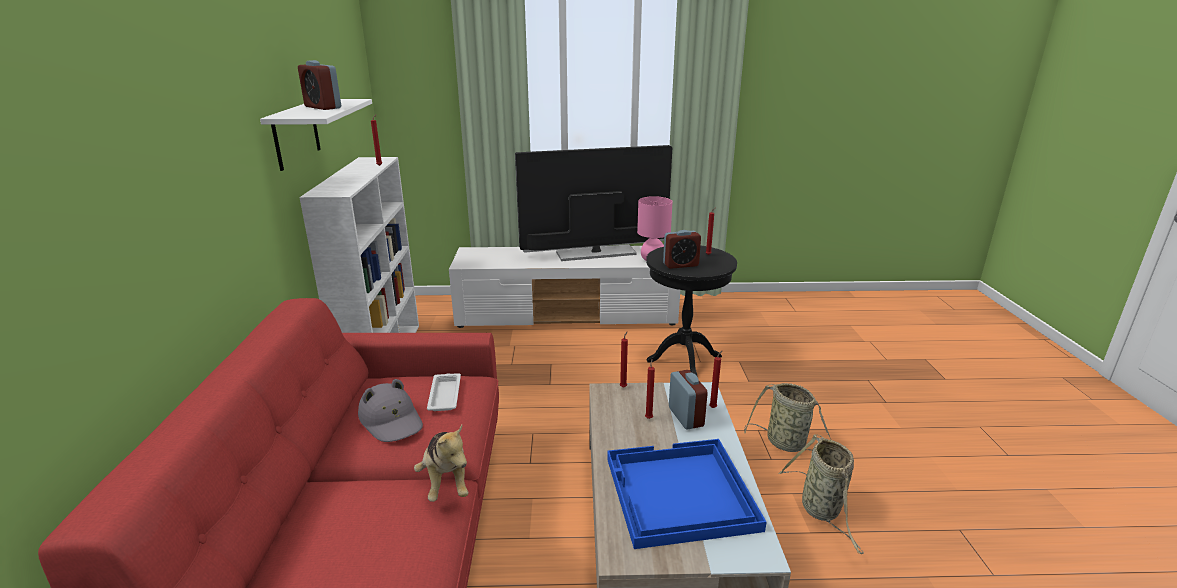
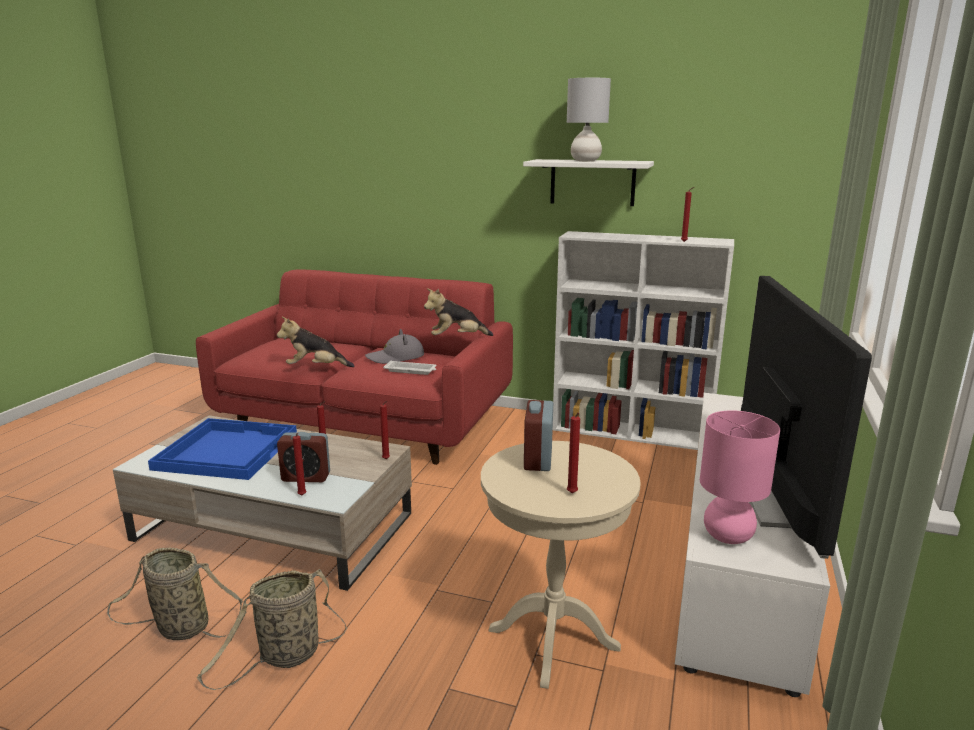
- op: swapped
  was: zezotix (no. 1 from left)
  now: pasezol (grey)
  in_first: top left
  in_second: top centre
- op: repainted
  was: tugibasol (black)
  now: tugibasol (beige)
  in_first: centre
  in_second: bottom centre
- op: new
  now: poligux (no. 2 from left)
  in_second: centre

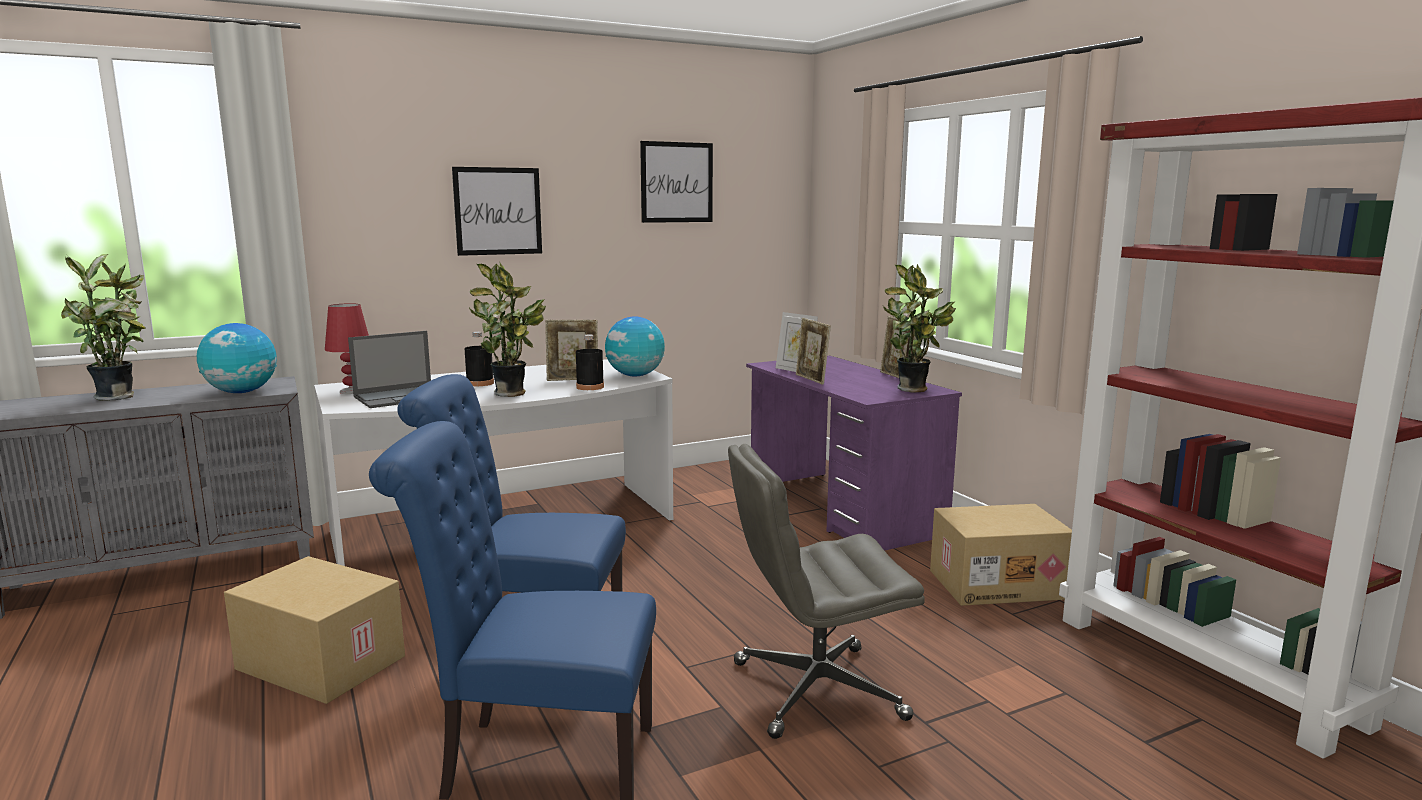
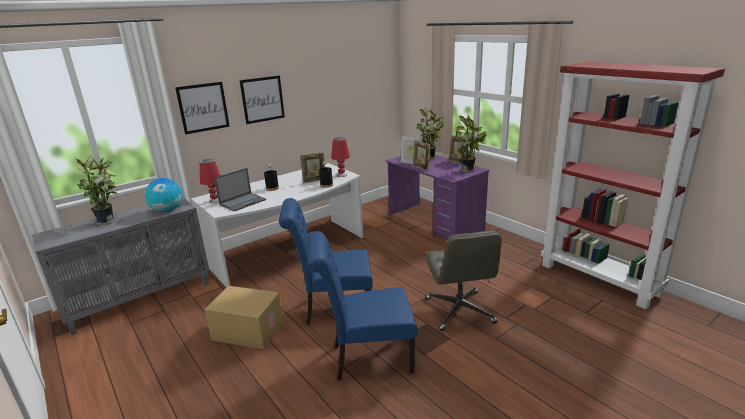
- op: shifted
  was: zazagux (no. 2 from left)
  in_first: centre
  in_second: top centre
- op: swapped
  was: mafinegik (no. 2 from left)
  now: pasezol (red) (no. 2 from left)
  in_first: centre
  in_second: centre
- op: shifted
  was: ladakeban (no. 2 from left in the first image)
  now: ladakeban (no. 1 from left)
  in_first: top centre
  in_second: top left
- op: rotated
  was: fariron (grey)
  in_first: bottom centre
  in_second: bottom centre
  clockwise: -75
- op: gone
  was: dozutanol (no. 2 from left)
  in_first: bottom right

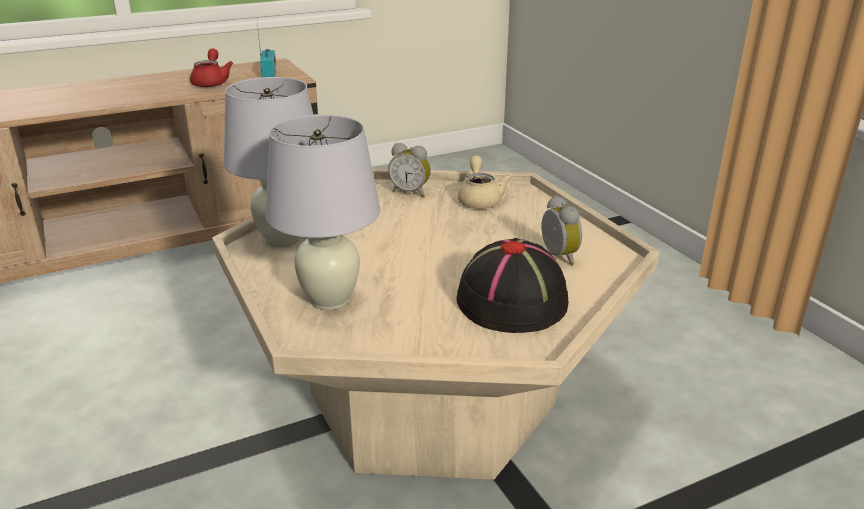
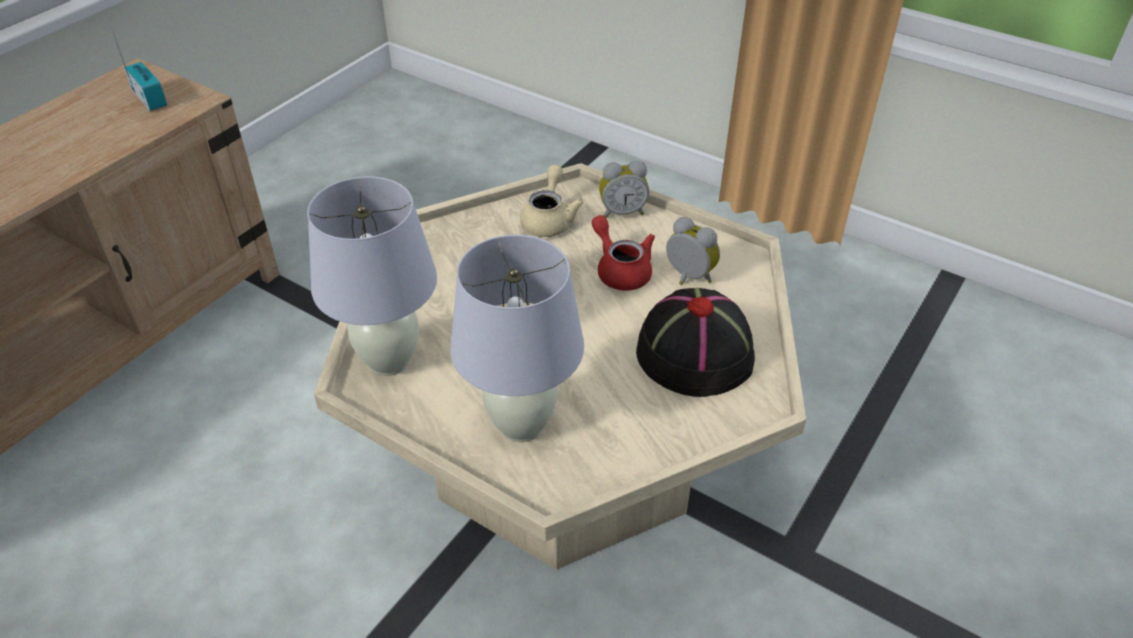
- op: shifted
  was: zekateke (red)
  in_first: top left
  in_second: centre
- op: shifted
  was: zezotix (no. 1 from left)
  in_first: centre
  in_second: top centre
- op: rotated
  was: zekateke (beige)
  in_first: centre
  in_second: top centre
  clockwise: 45

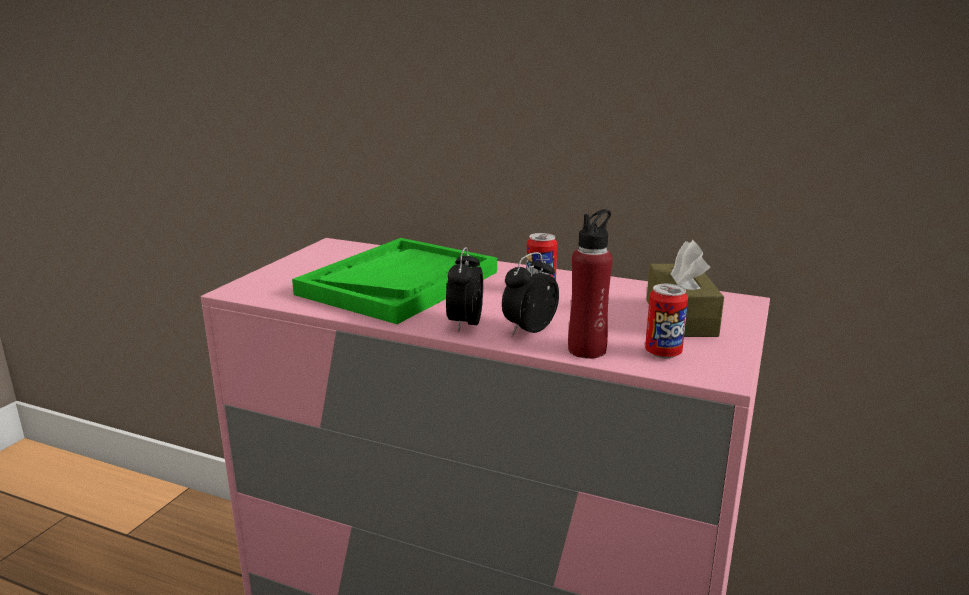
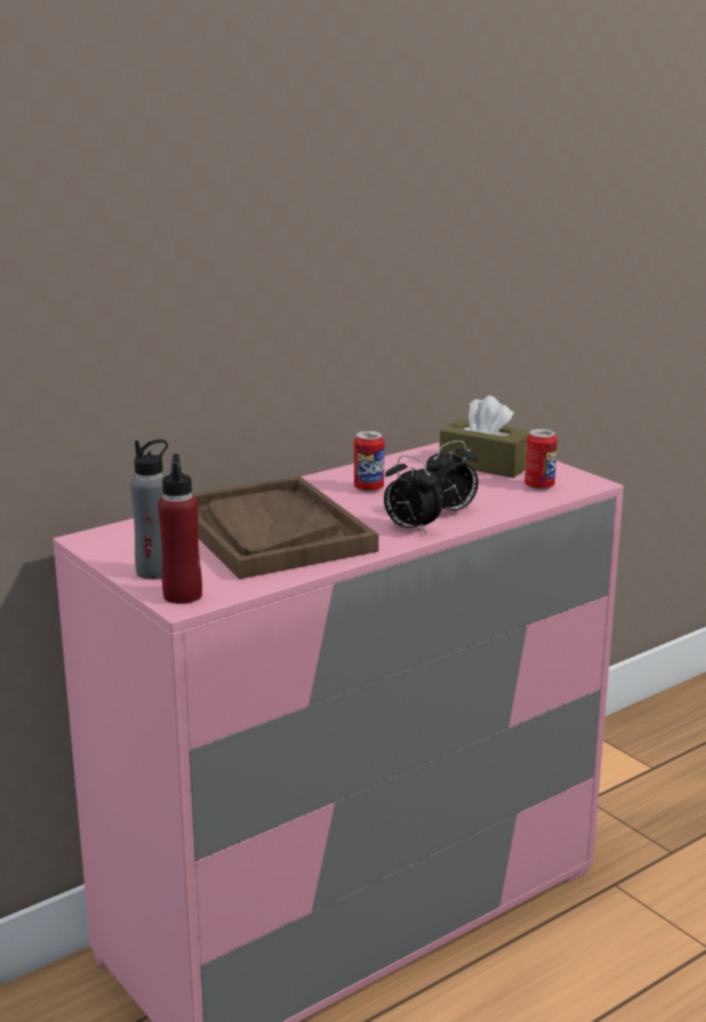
- op: repainted
  was: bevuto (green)
  now: bevuto (brown)
  in_first: centre
  in_second: centre
- op: rotated
  was: zezotix (no. 2 from left)
  in_first: centre
  in_second: centre
  clockwise: -105
- op: shifted
  was: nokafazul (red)
  in_first: centre
  in_second: middle left
- op: new
  now: nokafazul (grey)
  in_second: middle left

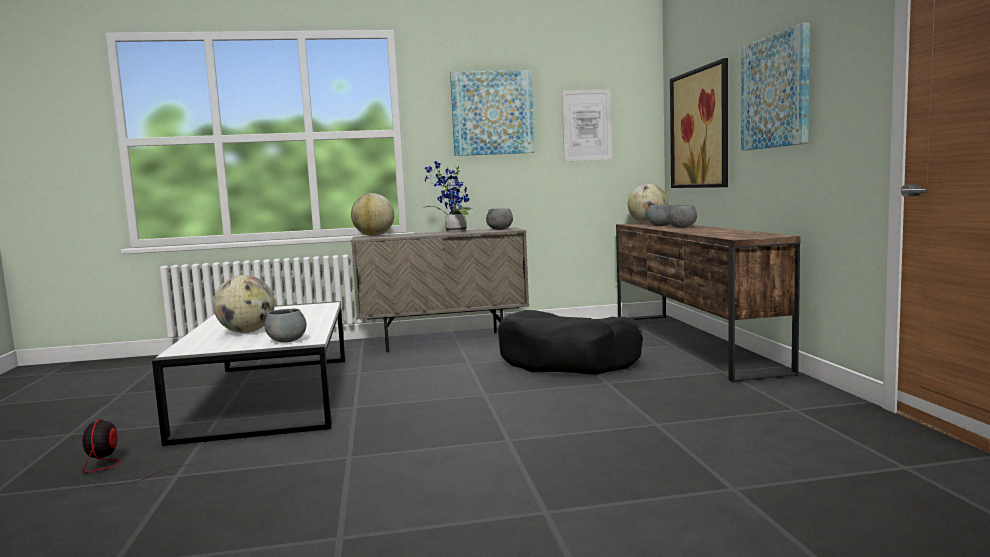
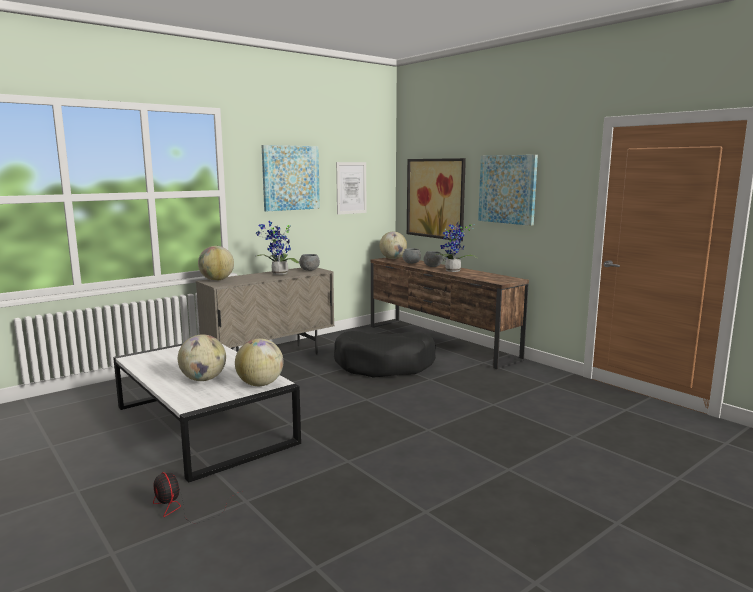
- op: swapped
  was: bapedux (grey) (no. 1 from left)
  now: mafinegik (no. 3 from left)
  in_first: middle left
  in_second: centre
- op: new
  now: zazagux (no. 2 from left)
  in_second: centre

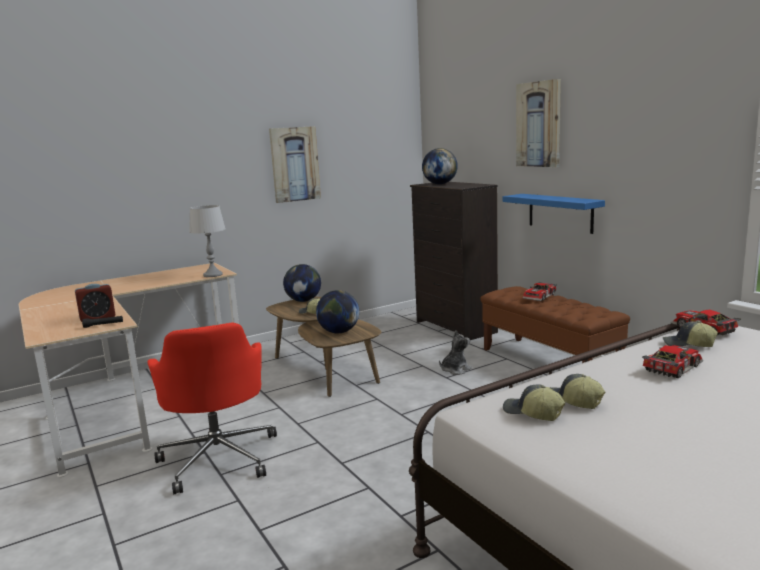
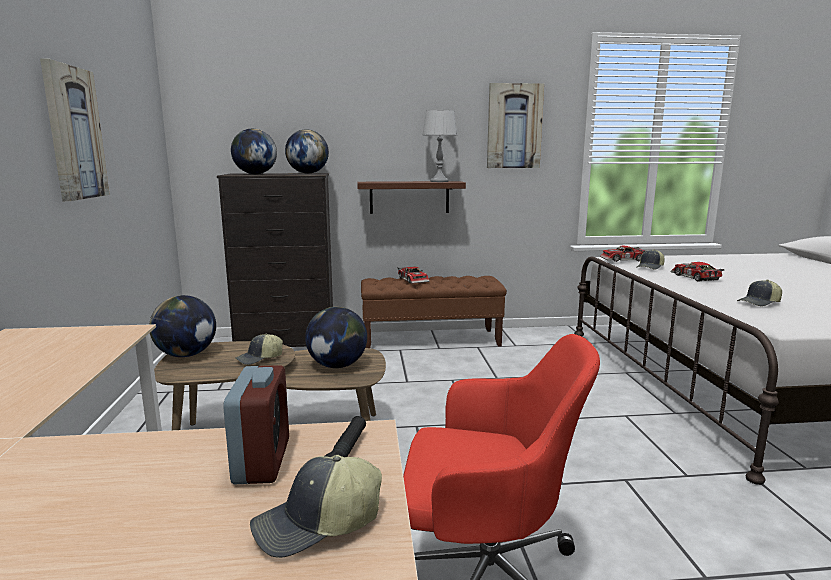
- op: shifted
  was: pasezol (grey)
  in_first: middle left
  in_second: top centre
- op: gone
  was: poligux
  in_first: centre
- op: repainted
  was: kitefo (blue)
  now: kitefo (brown)
  in_first: middle right
  in_second: centre
- op: shifted
  was: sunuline (no. 2 from left)
  in_first: bottom right
  in_second: bottom centre
- op: shifted
  was: ladakeban (no. 2 from left)
  in_first: top right
  in_second: top centre
- op: new
  now: mafinegik (no. 3 from left)
  in_second: top centre

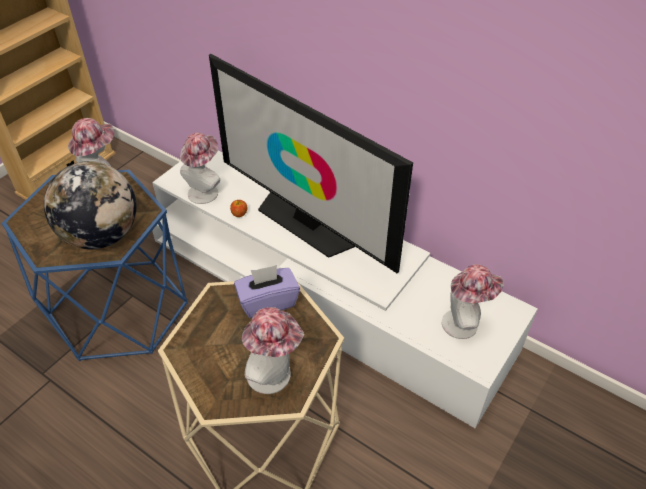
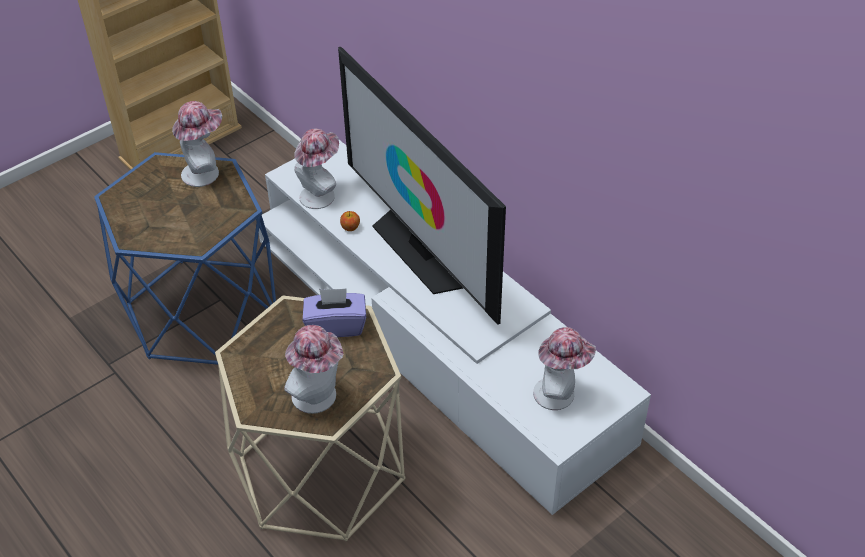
- op: gone
  was: mafinegik
  in_first: middle left

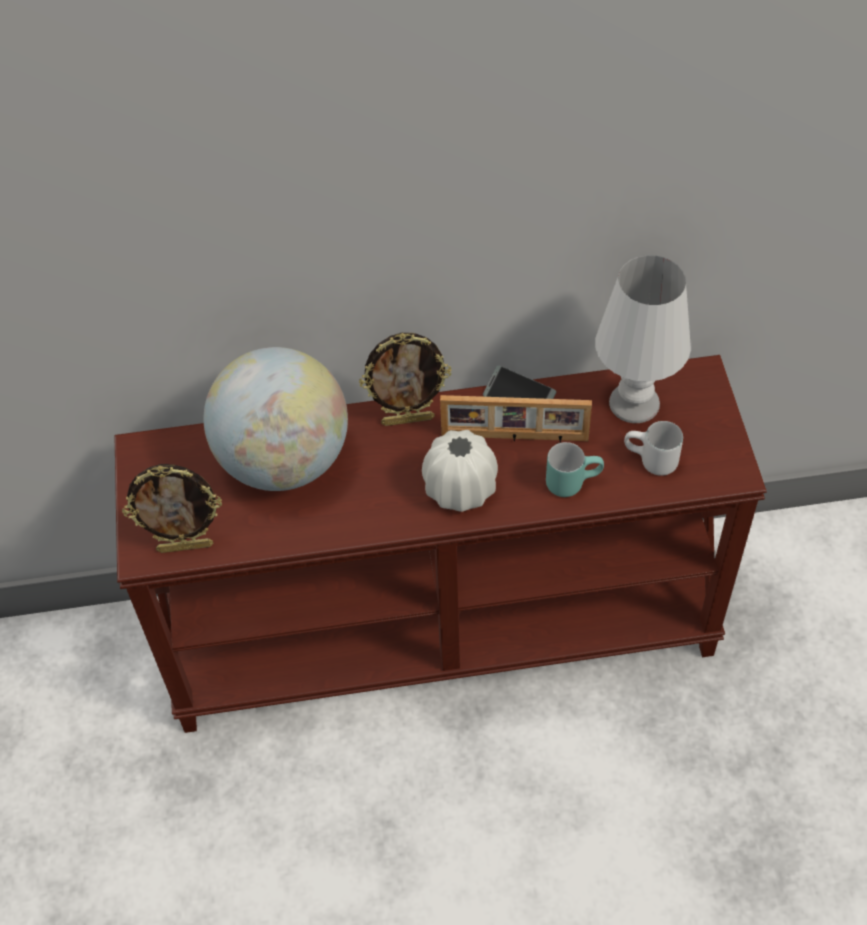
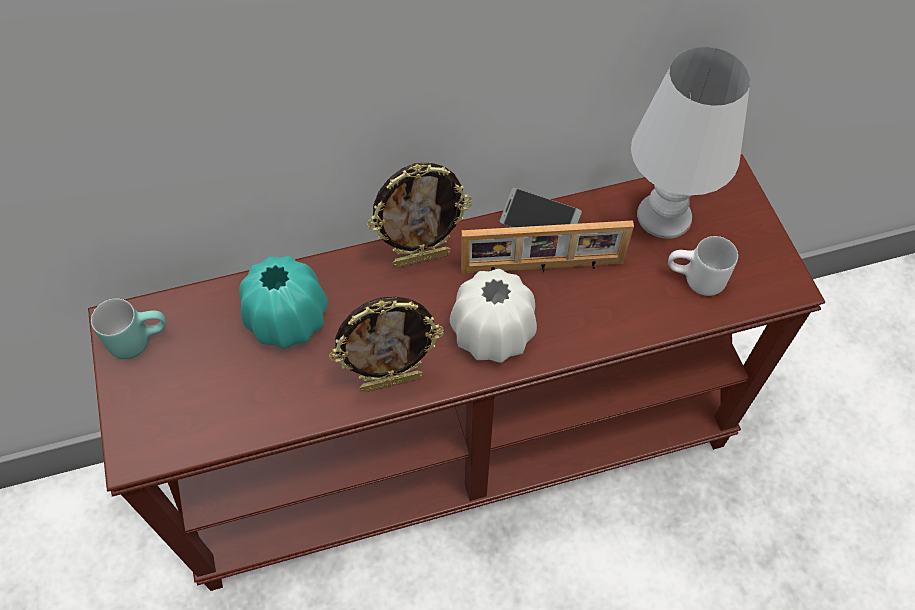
- op: shifted
  was: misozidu (no. 1 from left)
  in_first: middle left
  in_second: centre
- op: swapped
  was: mafinegik
  now: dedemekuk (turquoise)
  in_first: middle left
  in_second: middle left
- op: shifted
  was: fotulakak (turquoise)
  in_first: centre
  in_second: middle left

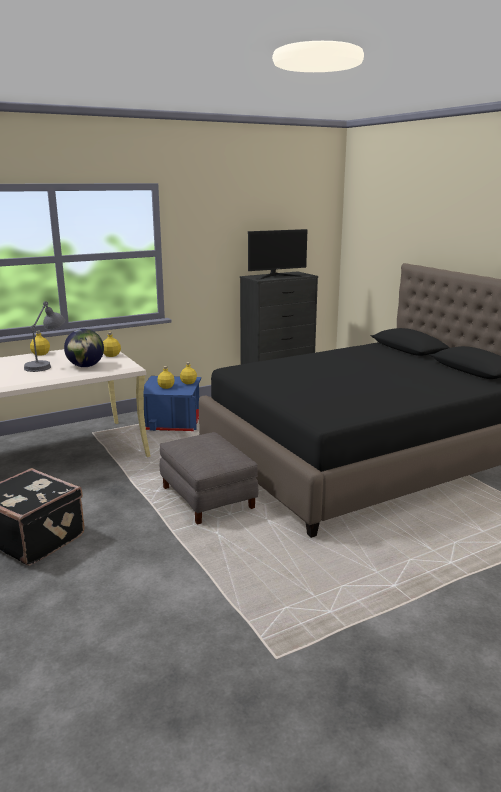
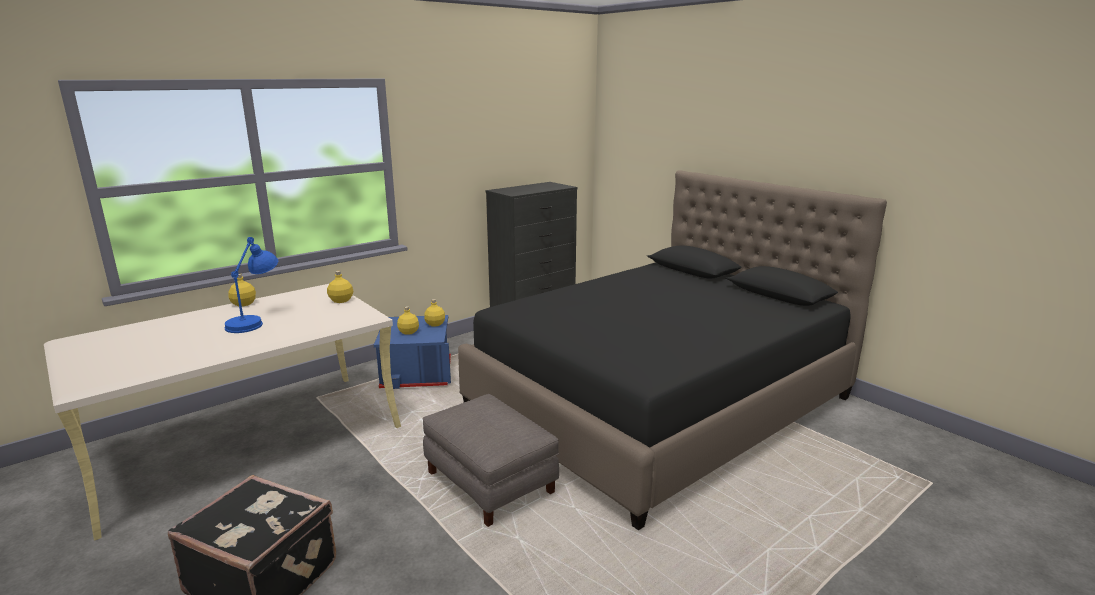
- op: repainted
  was: pasezol (grey)
  now: pasezol (blue)
  in_first: middle left
  in_second: middle left
- op: gone
  was: mafinegik
  in_first: middle left
- op: gone
  was: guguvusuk
  in_first: top centre

